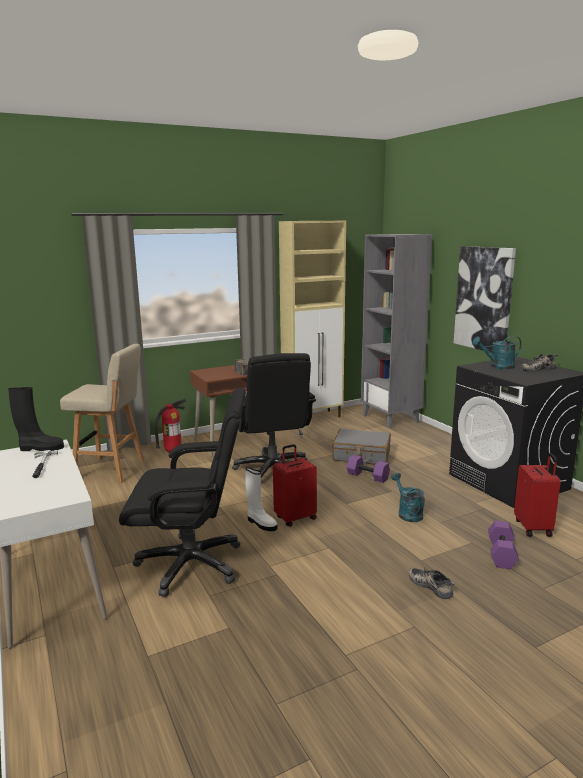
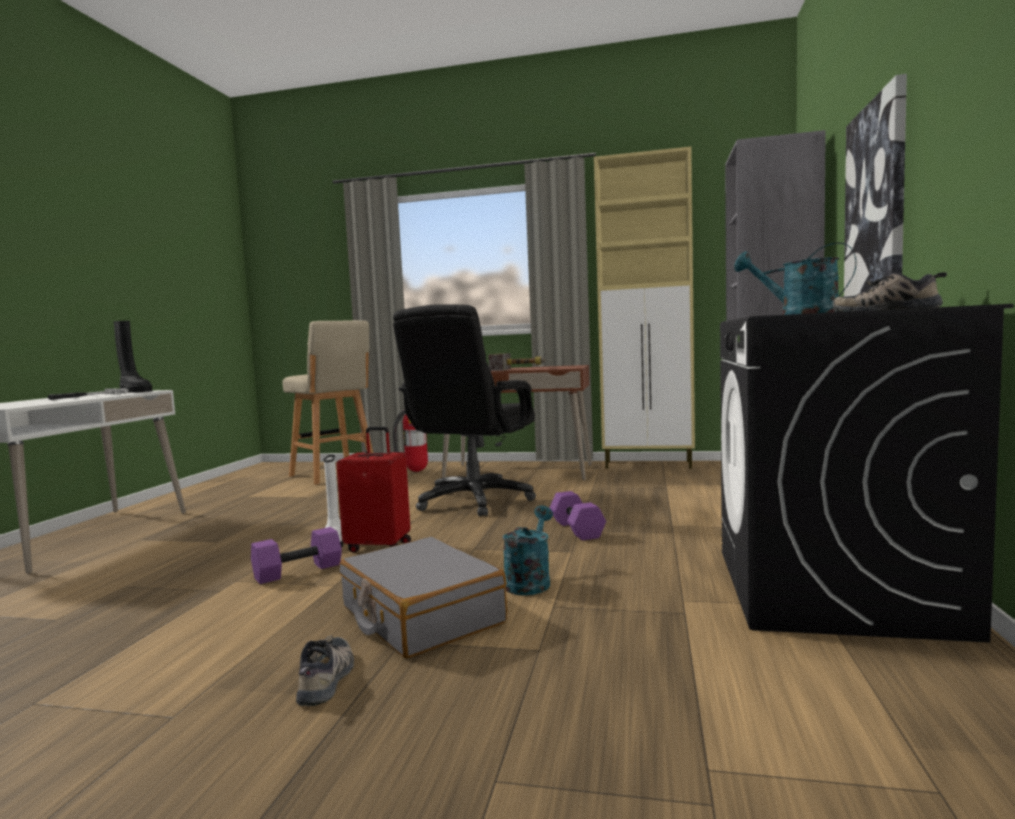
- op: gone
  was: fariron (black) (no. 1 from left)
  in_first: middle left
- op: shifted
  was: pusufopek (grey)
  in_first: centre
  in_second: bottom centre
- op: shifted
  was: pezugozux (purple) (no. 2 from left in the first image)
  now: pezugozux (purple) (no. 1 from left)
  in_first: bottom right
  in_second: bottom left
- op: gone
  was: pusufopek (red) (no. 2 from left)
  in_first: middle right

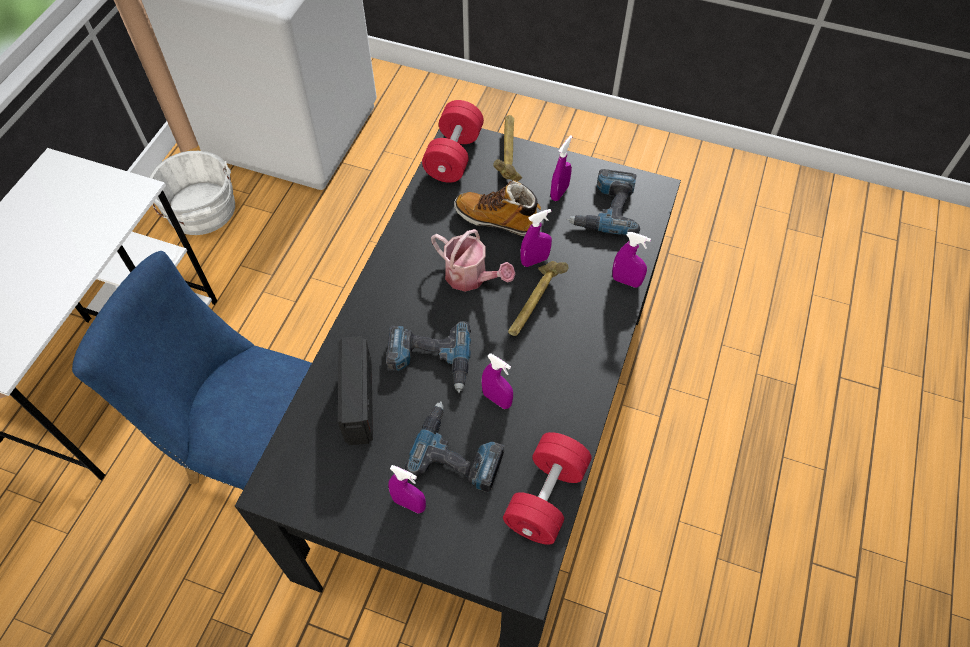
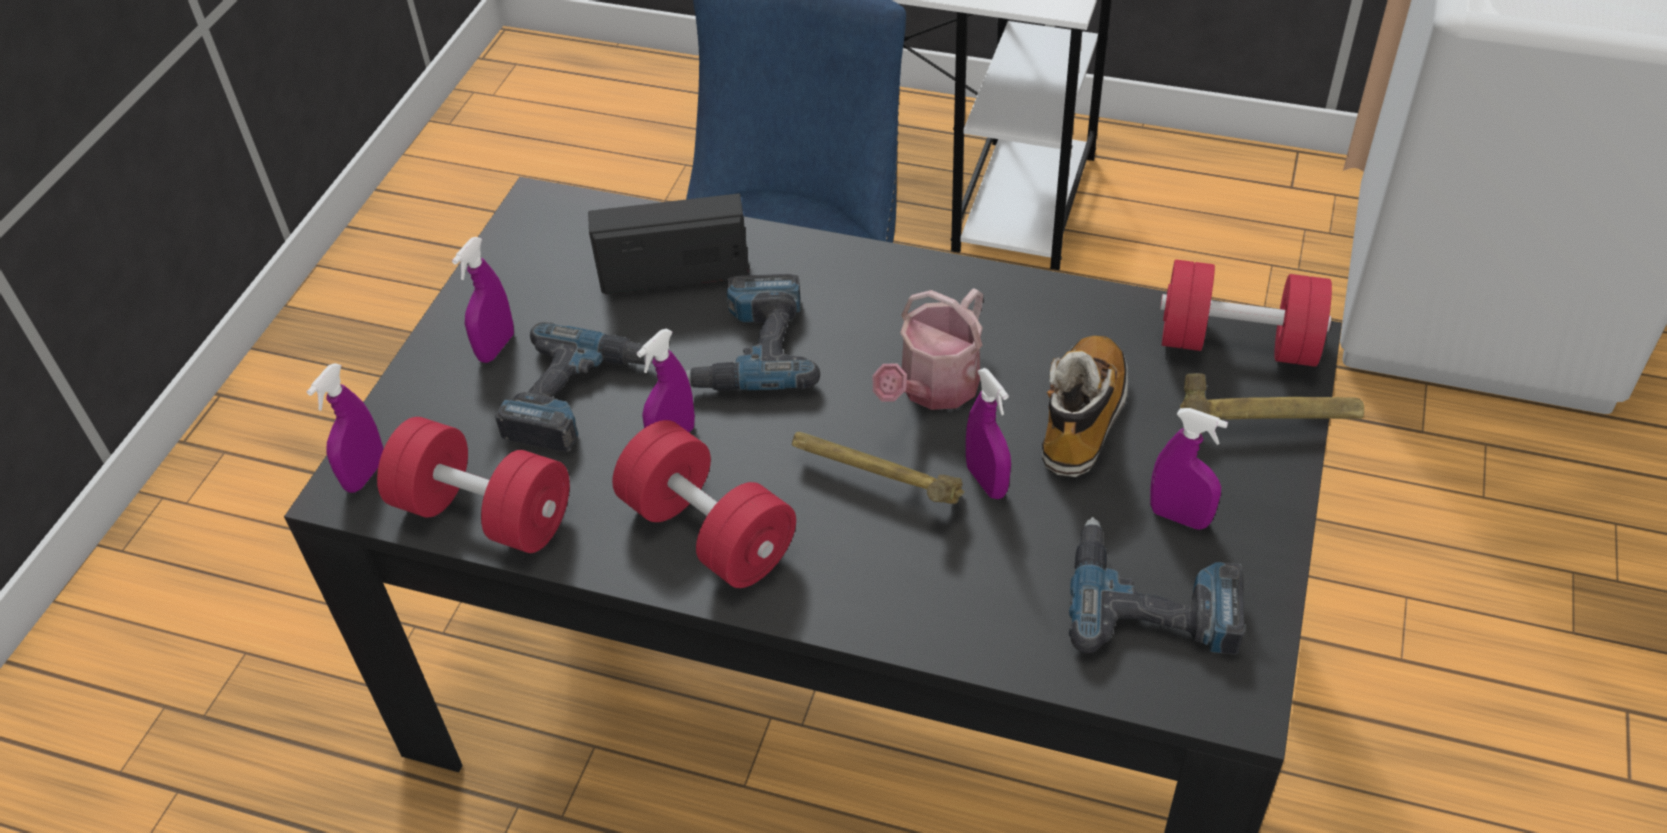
- op: gone
  was: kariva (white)
  in_first: top left
- op: shifted
  was: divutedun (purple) (no. 5 from left in the first image)
  now: divutedun (purple) (no. 1 from left)
  in_first: centre
  in_second: middle left
- op: new
  now: pezugozux (red) (no. 2 from left)
  in_second: centre

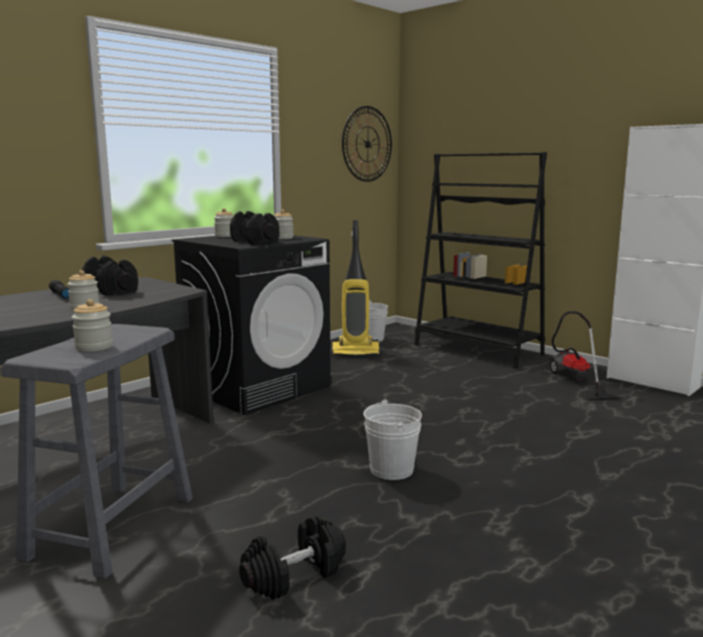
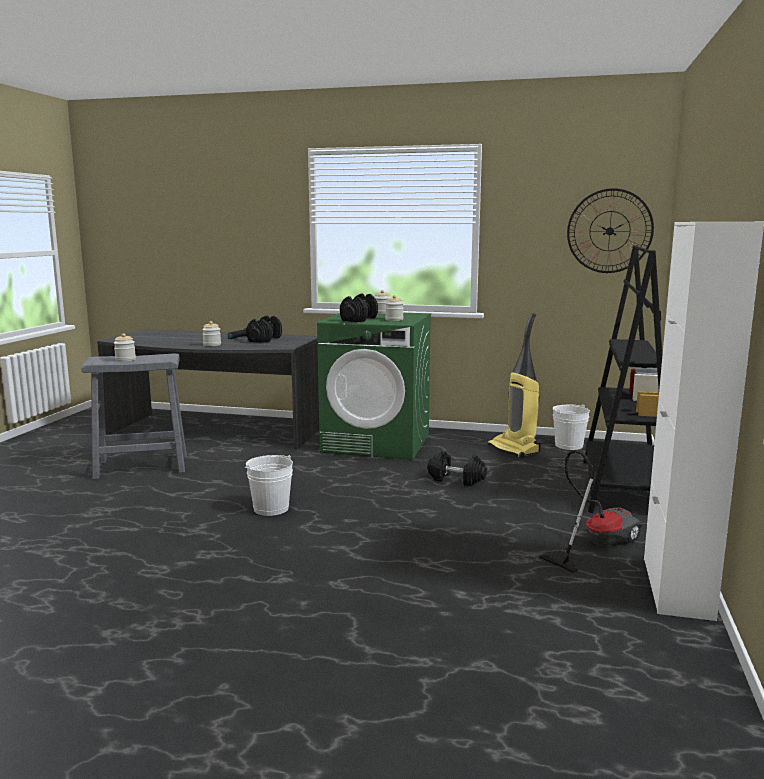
- op: repainted
  was: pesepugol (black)
  now: pesepugol (green)
  in_first: centre
  in_second: centre
- op: shifted
  was: pezugozux (black) (no. 3 from left)
  in_first: bottom centre
  in_second: centre

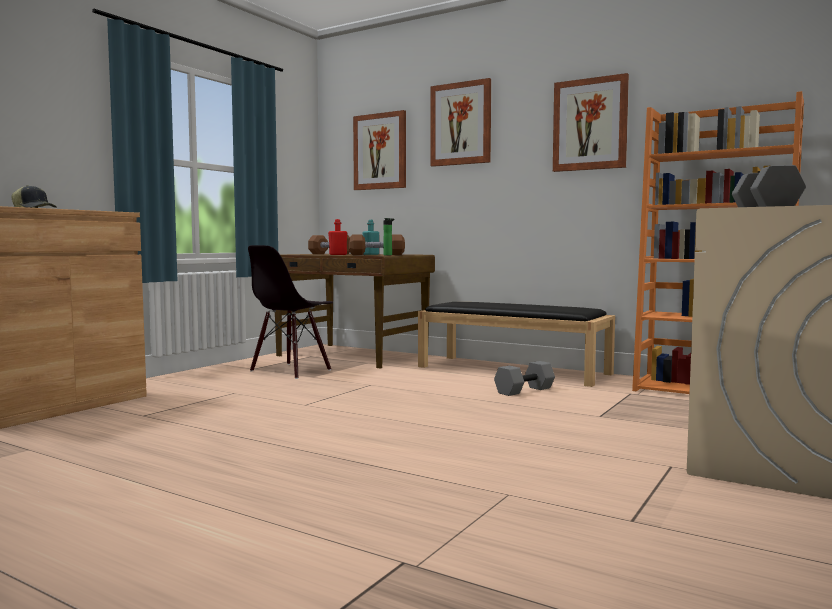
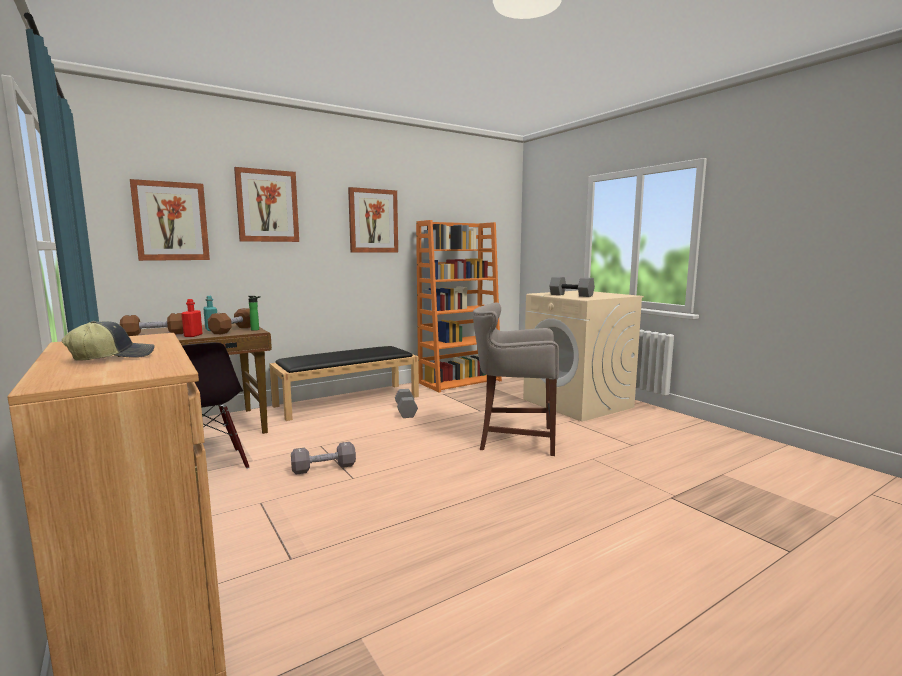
- op: new
  now: pezugozux (grey) (no. 1 from left)
  in_second: bottom centre
- op: new
  now: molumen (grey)
  in_second: centre

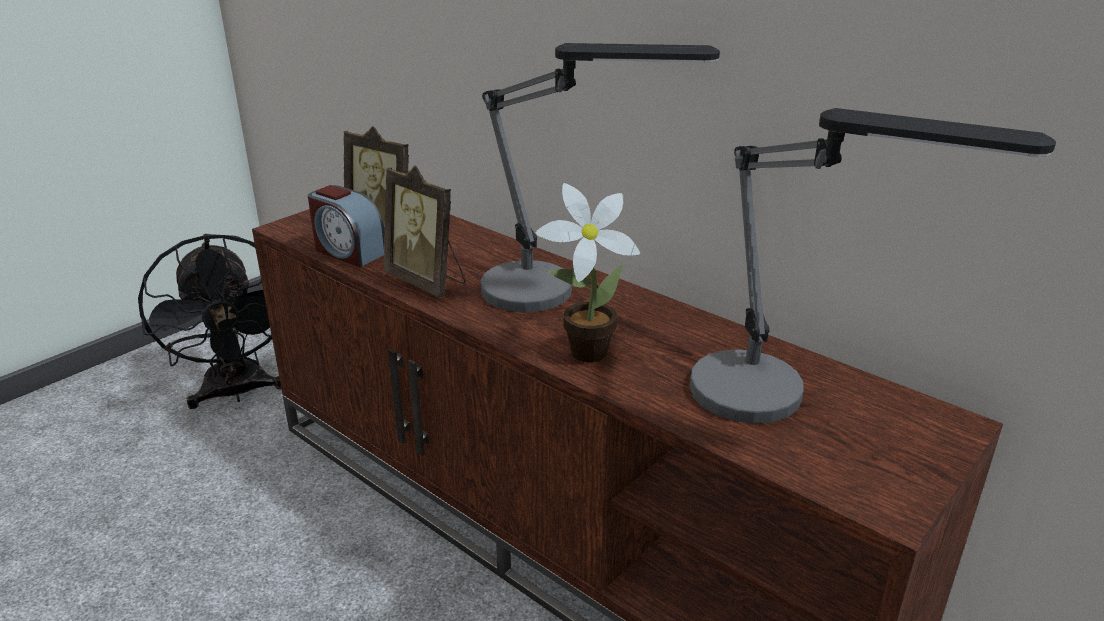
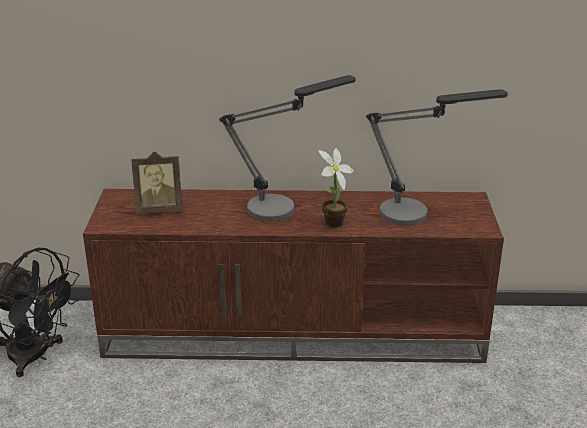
- op: gone
  was: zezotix
  in_first: middle left
- op: gone
  was: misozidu (no. 2 from left)
  in_first: centre

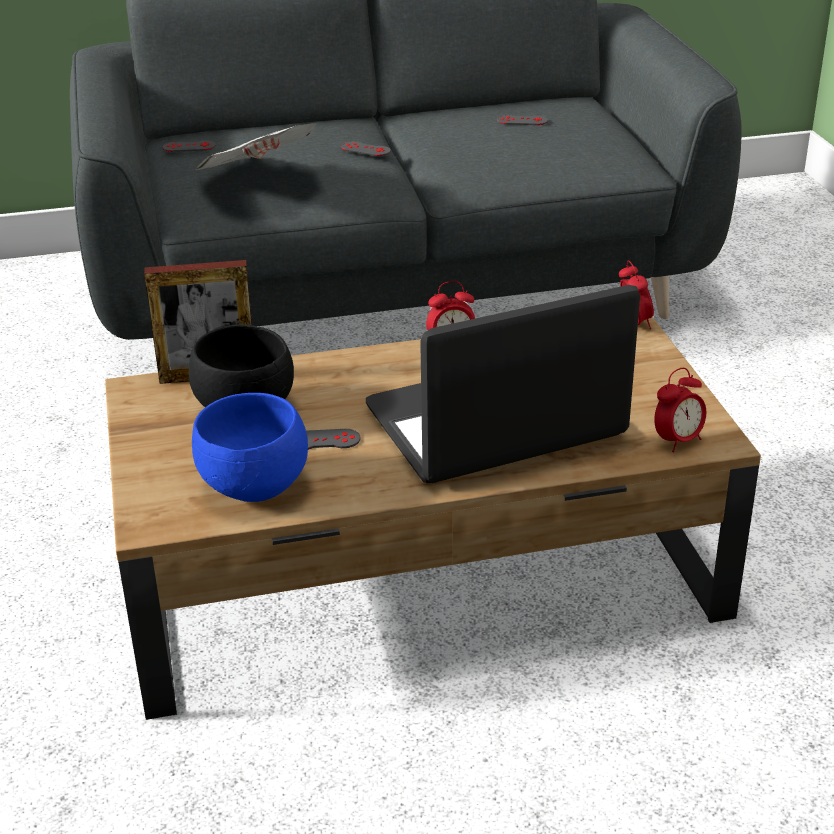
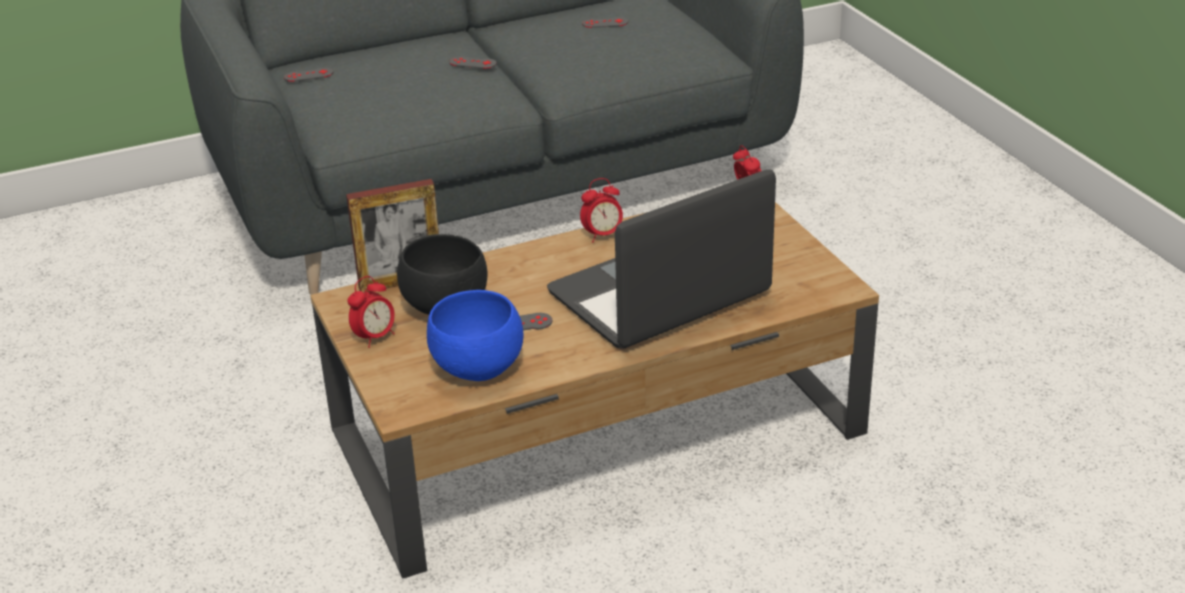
- op: gone
  was: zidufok
  in_first: top left
- op: shifted
  was: zezotix (no. 3 from left in the first image)
  now: zezotix (no. 1 from left)
  in_first: middle right
  in_second: middle left

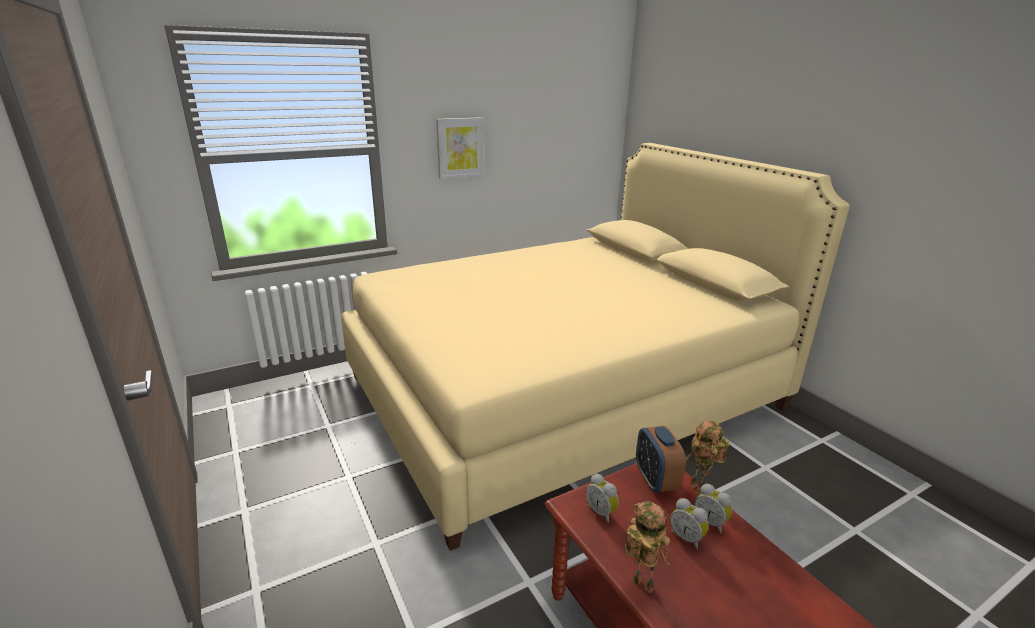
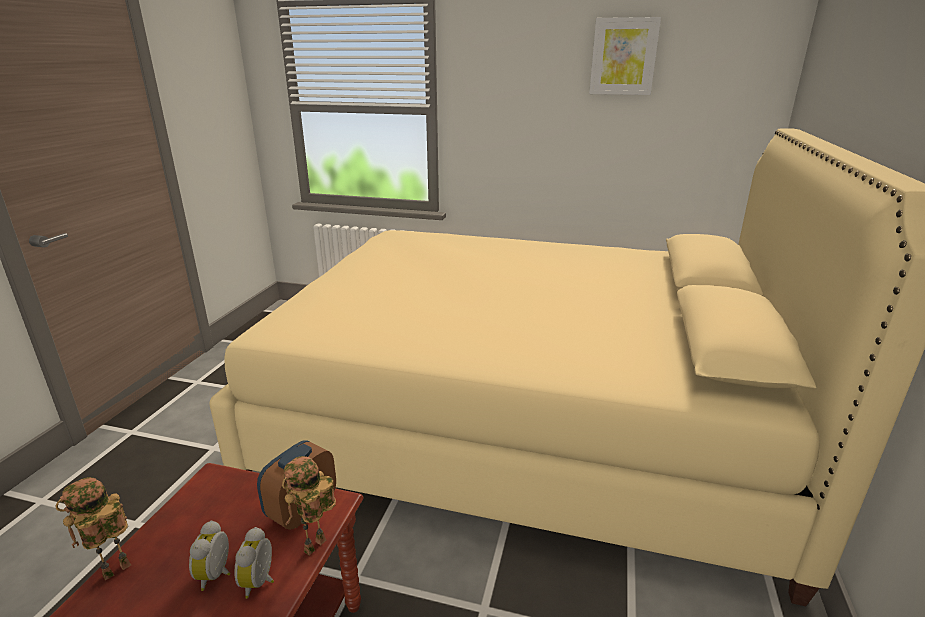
- op: shifted
  was: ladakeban
  in_first: top centre
  in_second: top right
- op: gone
  was: zezotix (no. 1 from left)
  in_first: bottom centre
- op: rotated
  was: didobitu (no. 1 from left)
  in_first: bottom centre
  in_second: bottom left
  clockwise: -135

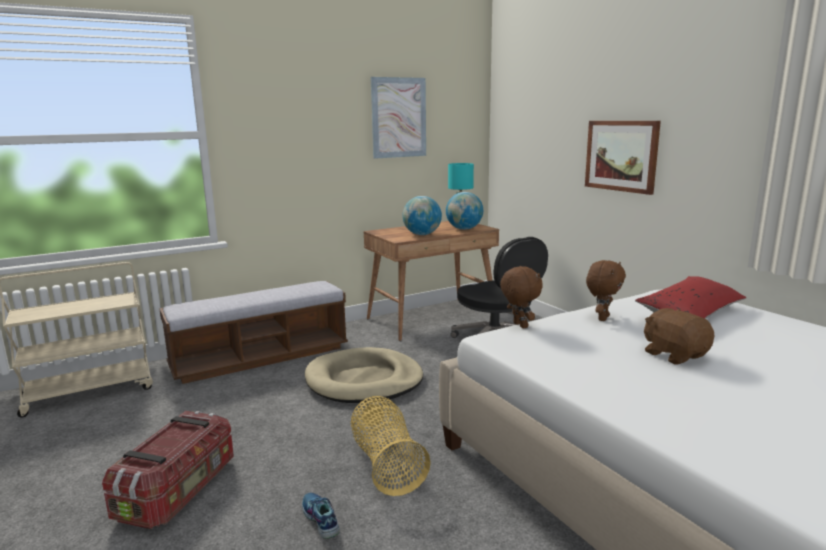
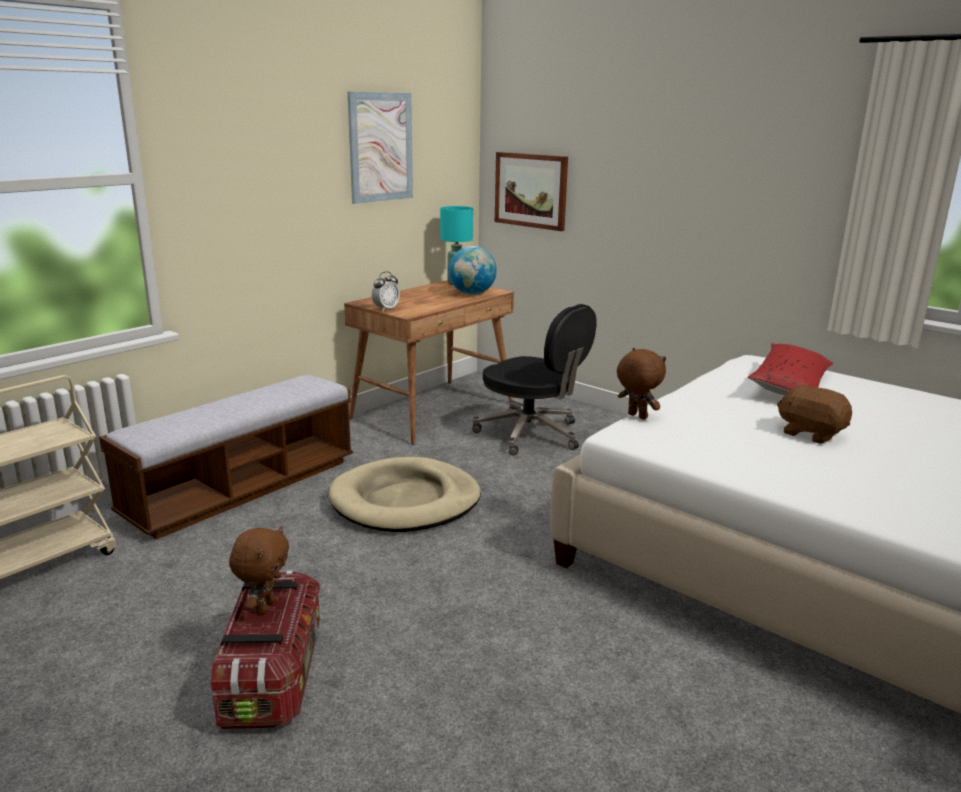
- op: gone
  was: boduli
  in_first: bottom centre
- op: gone
  was: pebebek
  in_first: bottom centre
- op: gone
  was: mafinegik (no. 1 from left)
  in_first: centre
- op: shifted
  was: ladakeban (no. 2 from left)
  in_first: top right
  in_second: top centre
- op: shifted
  was: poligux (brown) (no. 2 from left in the first image)
  now: poligux (brown) (no. 1 from left)
  in_first: middle right
  in_second: bottom left
- op: new
  now: zezotix
  in_second: centre

